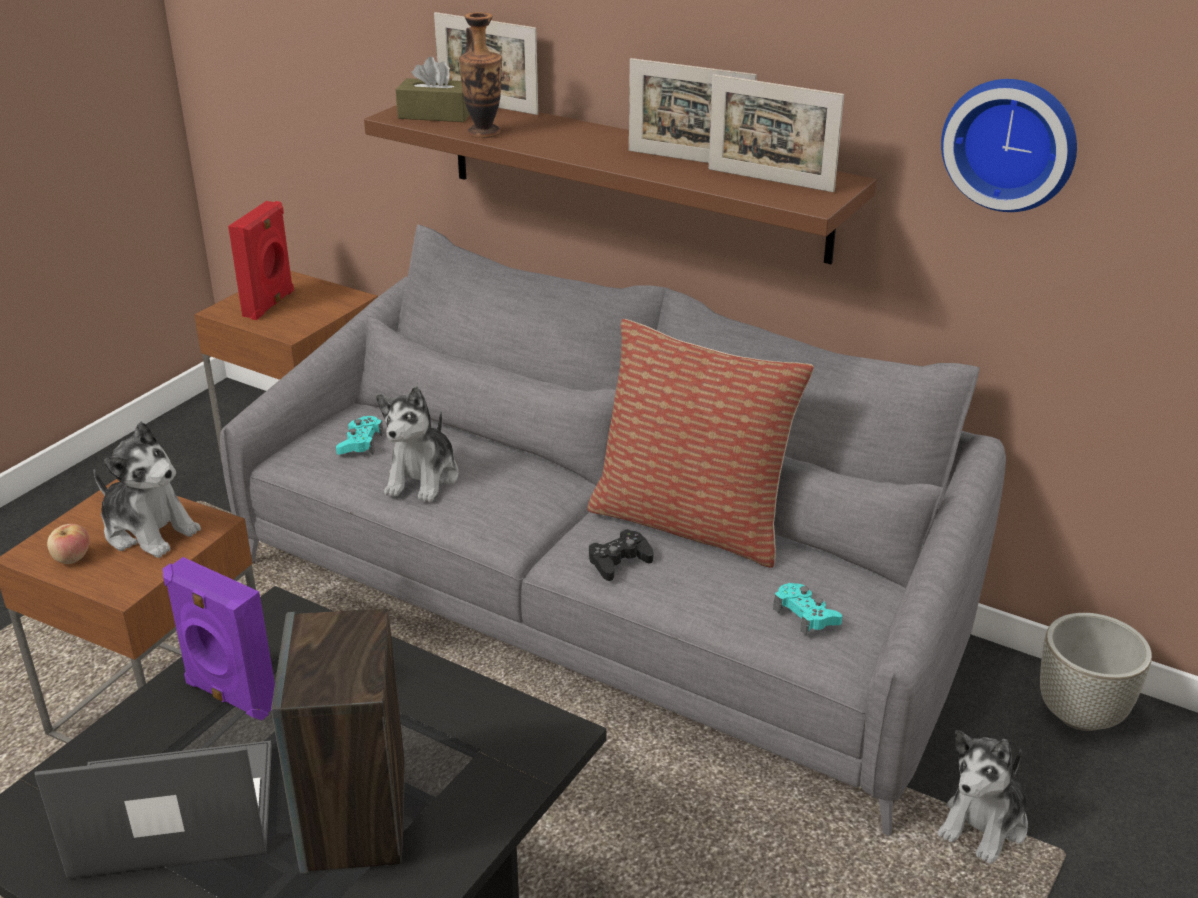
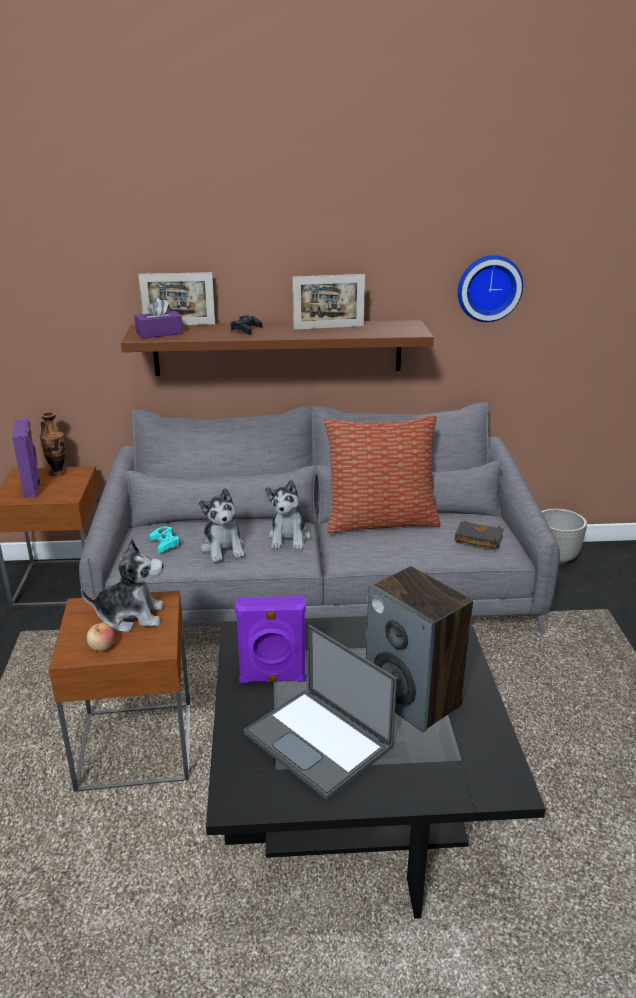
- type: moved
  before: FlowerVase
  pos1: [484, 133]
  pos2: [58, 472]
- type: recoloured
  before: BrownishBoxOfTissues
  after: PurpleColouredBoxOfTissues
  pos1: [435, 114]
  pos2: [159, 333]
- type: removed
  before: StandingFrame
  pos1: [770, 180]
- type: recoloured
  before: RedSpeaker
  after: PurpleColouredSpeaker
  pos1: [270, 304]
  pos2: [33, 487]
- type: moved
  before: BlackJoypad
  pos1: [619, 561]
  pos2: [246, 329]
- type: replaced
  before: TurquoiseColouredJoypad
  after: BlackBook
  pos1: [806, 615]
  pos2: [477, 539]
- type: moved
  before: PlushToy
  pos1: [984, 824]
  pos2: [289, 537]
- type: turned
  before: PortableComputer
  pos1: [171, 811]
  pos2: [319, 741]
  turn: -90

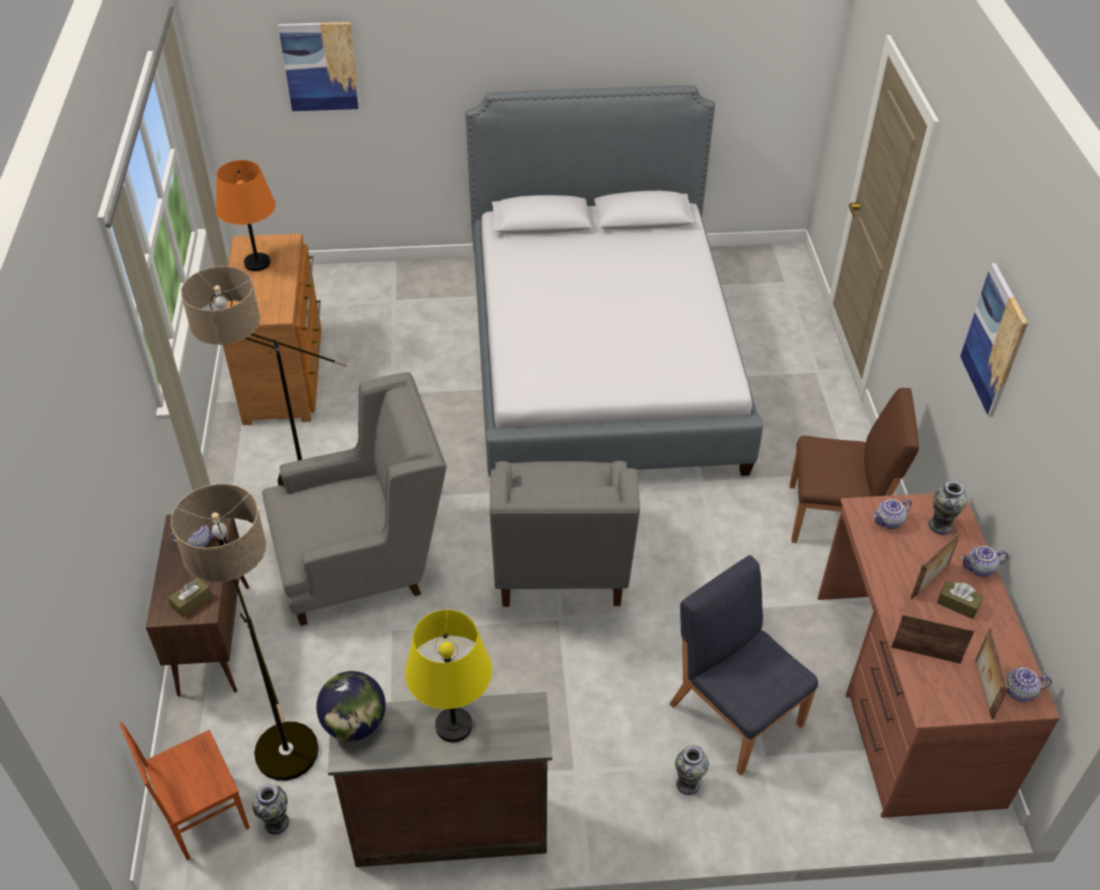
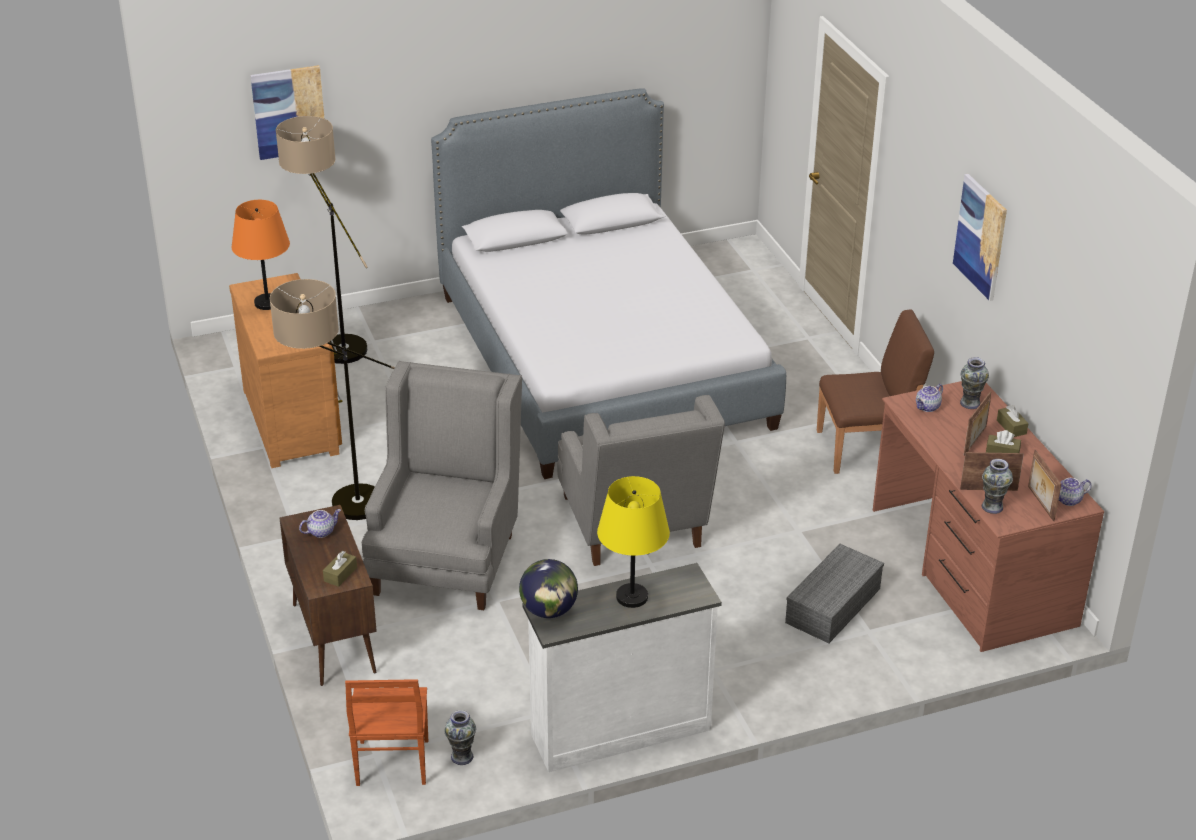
- type: turned
  before: GrayEasyChair
  pos1: [363, 562]
  pos2: [447, 555]
  turn: -45
- type: moved
  before: StandardLamp
  pos1: [279, 731]
  pos2: [333, 342]
- type: replaced
  before: TeaPot
  after: BrownishBoxOfTissues
  pos1: [979, 569]
  pos2: [1011, 427]
- type: replaced
  before: BluishPlainChair
  after: GrayStorageBox
  pos1: [735, 712]
  pos2: [833, 604]
- type: recoloured
  before: BrownishDresser
  after: WhitishDresser
  pos1: [449, 828]
  pos2: [618, 730]
- type: turned
  before: BrownishPlainChair
  pos1: [203, 814]
  pos2: [391, 764]
  turn: -45
- type: moved
  before: FlowerVase
  pos1: [687, 784]
  pos2: [992, 506]

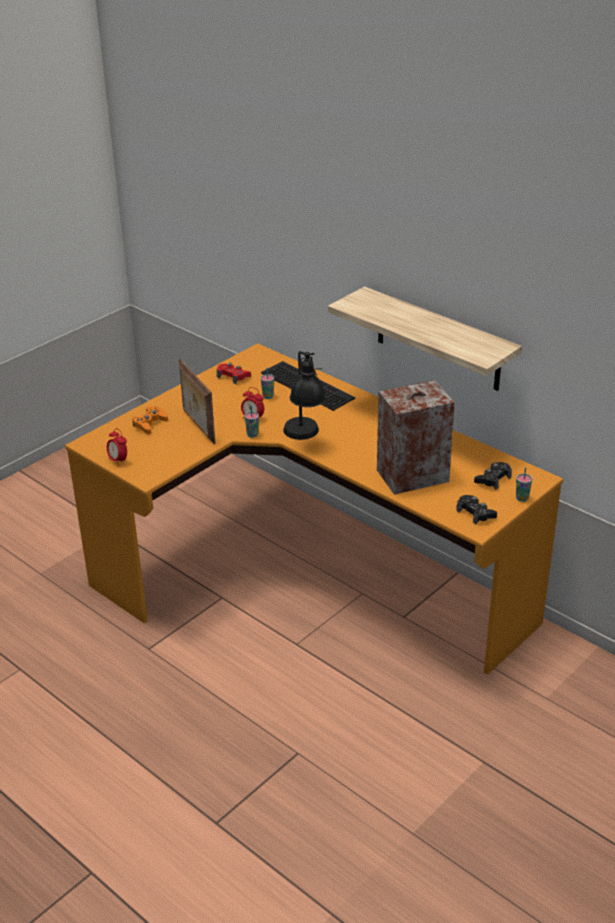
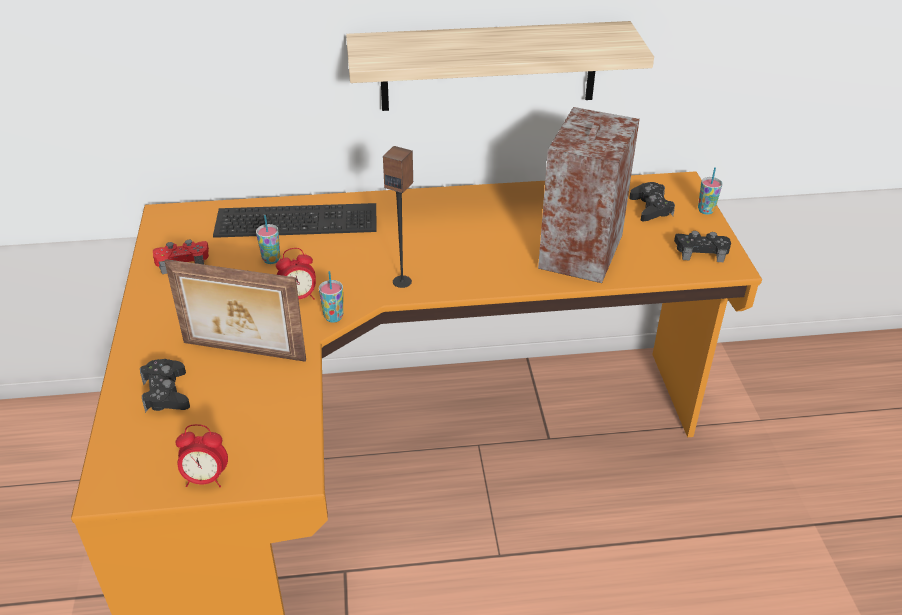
- type: replaced
  before: BlackTableLamp
  after: Speaker
  pos1: [305, 438]
  pos2: [402, 281]
- type: recoloured
  before: OrangeColouredJoypad
  after: BlackJoypad
  pos1: [150, 424]
  pos2: [166, 393]

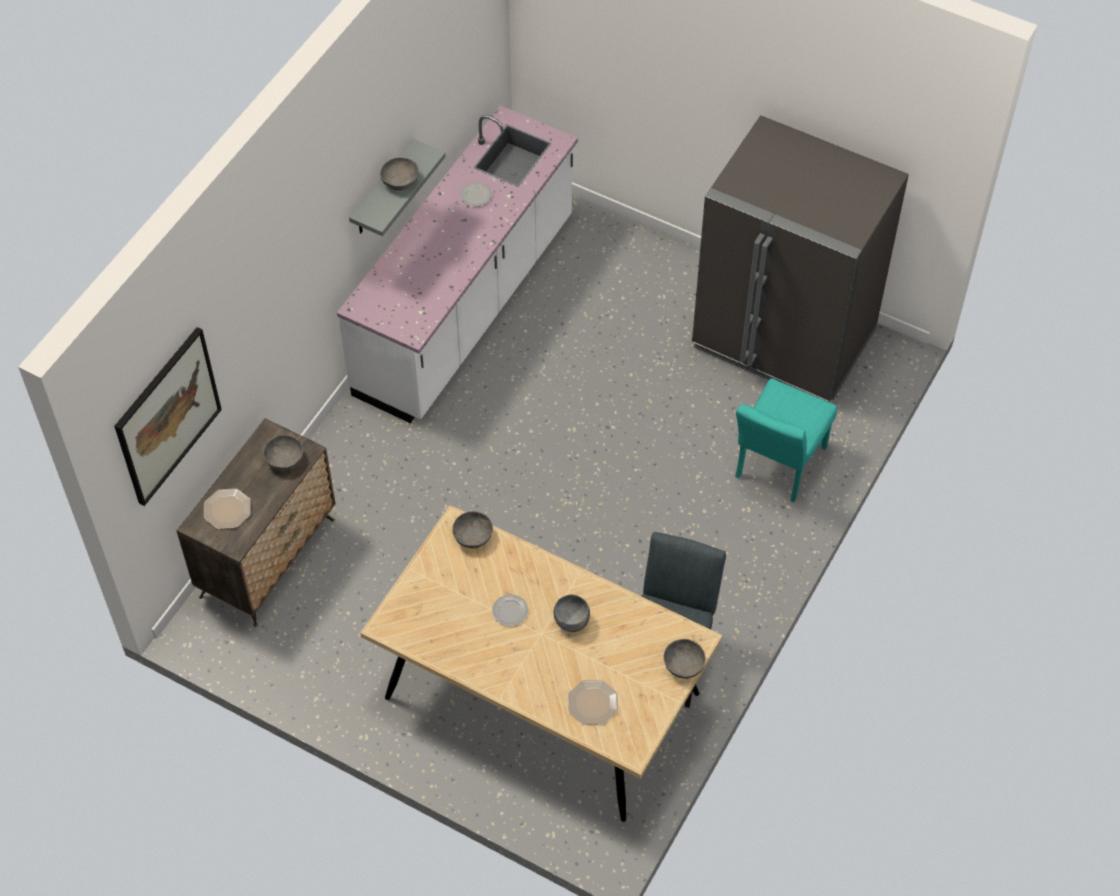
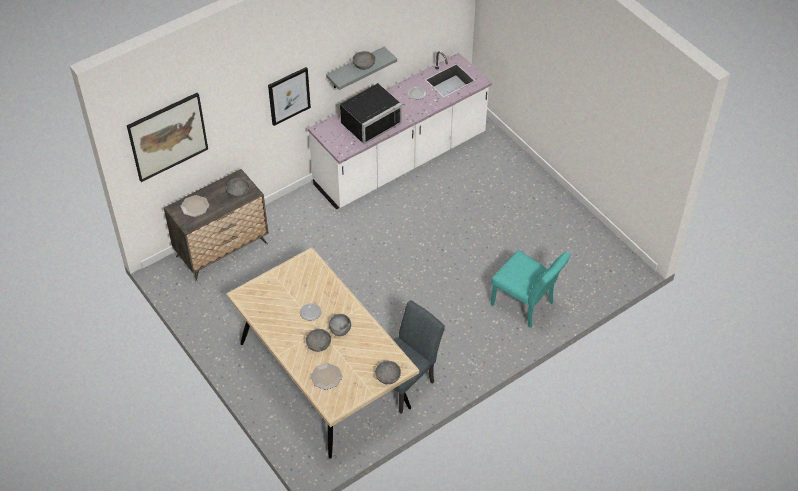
- type: removed
  before: GrayKitchenFridge
  pos1: [783, 340]
- type: turned
  before: TurquoiseColouredPlainChair
  pos1: [776, 467]
  pos2: [526, 306]
  turn: -105
- type: moved
  before: GrayBowl
  pos1: [472, 537]
  pos2: [318, 345]
- type: added
  after: Picture
  pos2: [289, 95]
- type: added
  after: BlackKitchenMicrowave
  pos2: [369, 121]

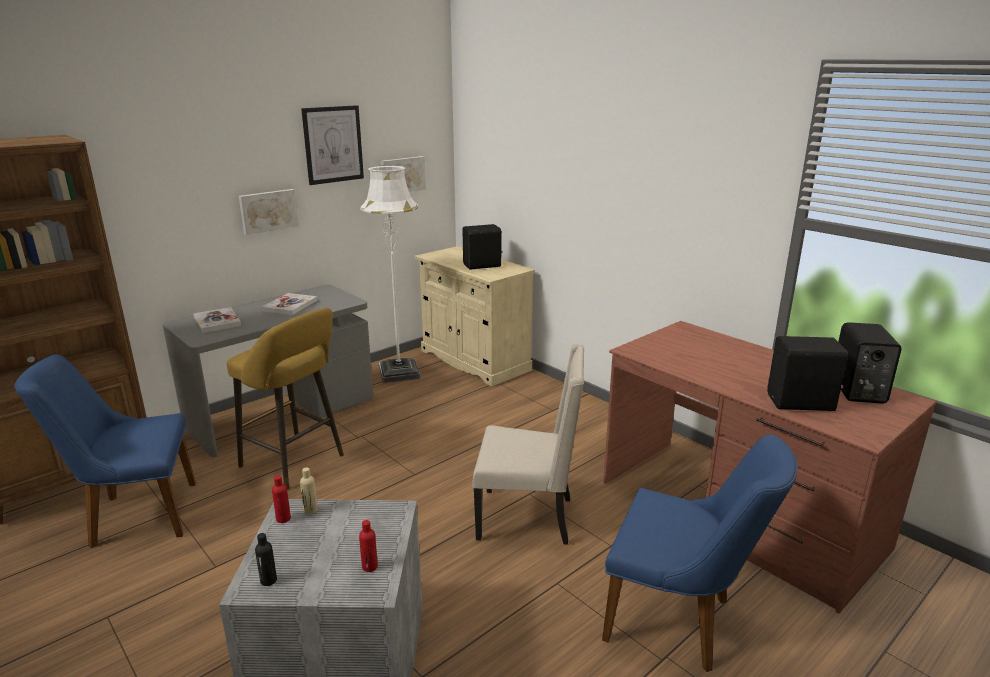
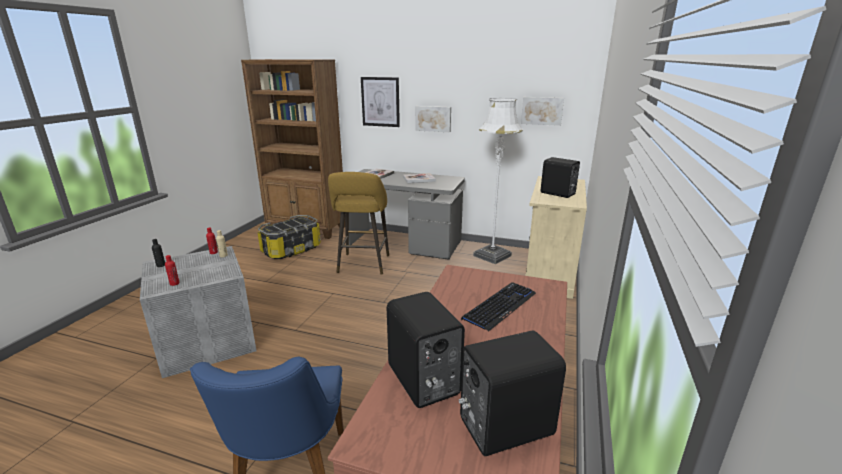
- type: moved
  before: Picture
  pos1: [333, 144]
  pos2: [380, 102]
- type: removed
  before: SandColouredPlainChair
  pos1: [528, 517]
- type: replaced
  before: BluishPlainChair
  after: StorageBox
  pos1: [133, 516]
  pos2: [291, 250]
- type: added
  after: Keyboard
  pos2: [500, 306]

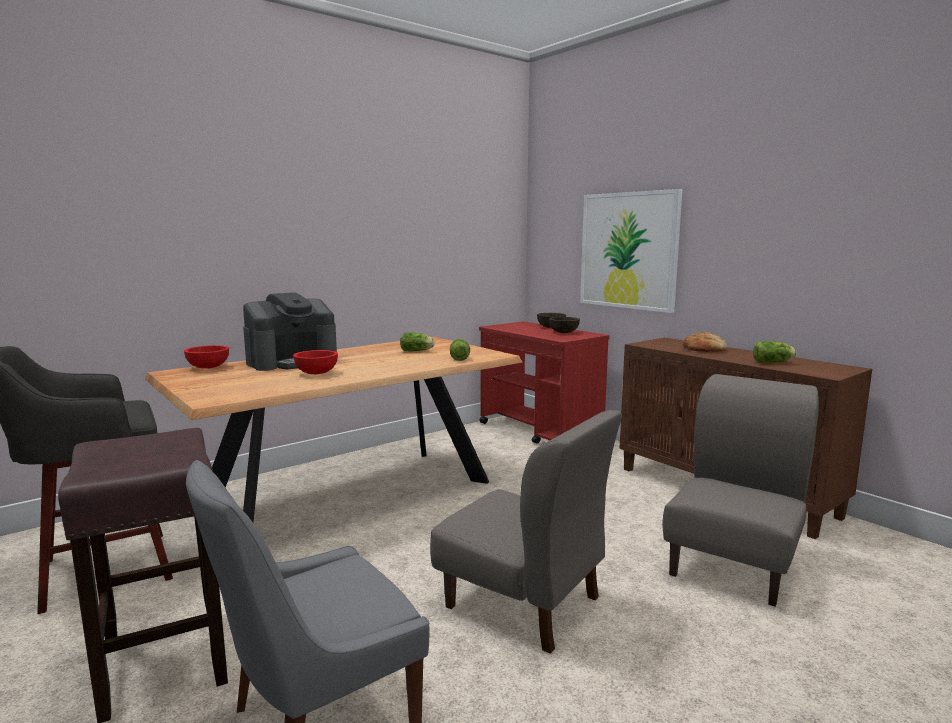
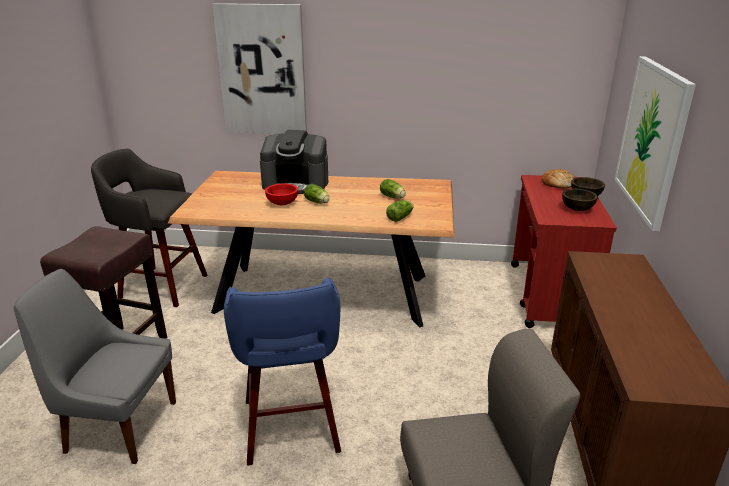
- type: moved
  before: BakedBread
  pos1: [704, 349]
  pos2: [557, 183]
- type: moved
  before: LettuceHead
  pos1: [774, 362]
  pos2: [317, 202]
- type: removed
  before: RedBowl
  pos1: [208, 367]
- type: replaced
  before: GrayPlainChair
  after: BluishStool
  pos1: [523, 602]
  pos2: [291, 428]
- type: added
  after: Picture
  pos2: [262, 70]

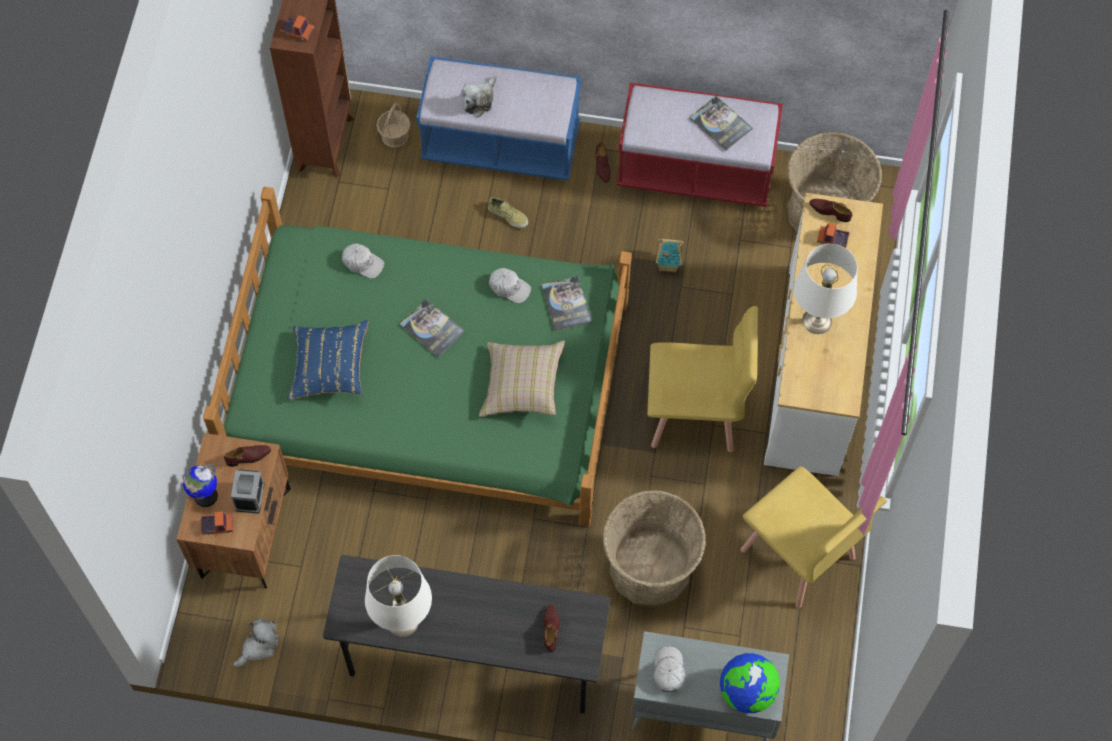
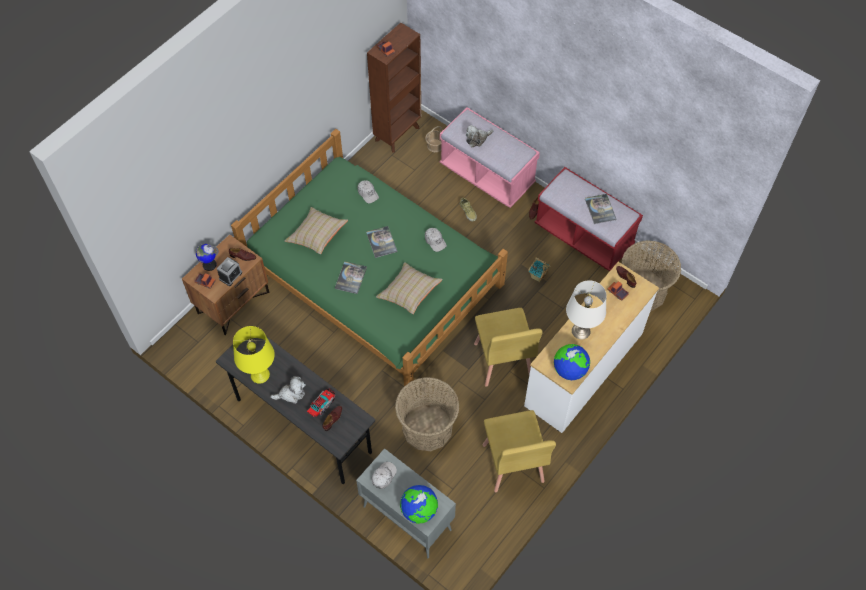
- type: recoloured
  before: BluishLongSeat
  after: PinkLongSeat
  pos1: [501, 144]
  pos2: [487, 175]
- type: moved
  before: Book
  pos1: [566, 304]
  pos2: [351, 278]
- type: turned
  before: YellowColouredPlainChair
  pos1: [694, 414]
  pos2: [502, 360]
  turn: 45
- type: recoloured
  before: BluishThrowPillow
  after: SandColouredThrowPillow
  pos1: [329, 367]
  pos2: [317, 236]
- type: recoloured
  before: WhitishTableLamp
  after: YellowColouredTableLamp
  pos1: [403, 622]
  pos2: [260, 375]
- type: moved
  before: PlushToy
  pos1: [259, 646]
  pos2: [291, 394]
- type: added
  after: WorldGlobe
  pos2: [569, 370]
- type: added
  after: ToyLorry
  pos2: [322, 405]

